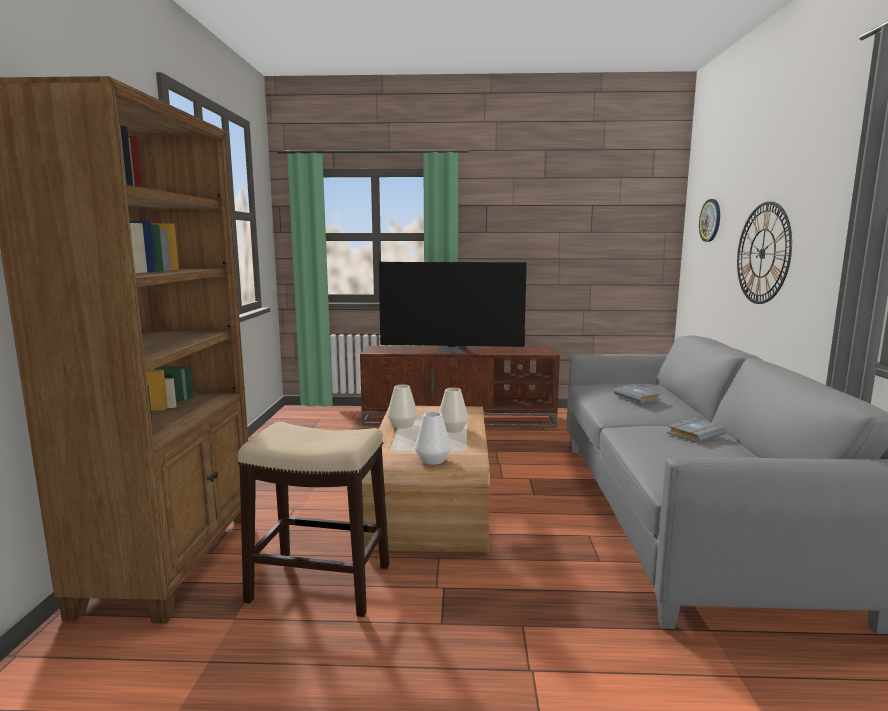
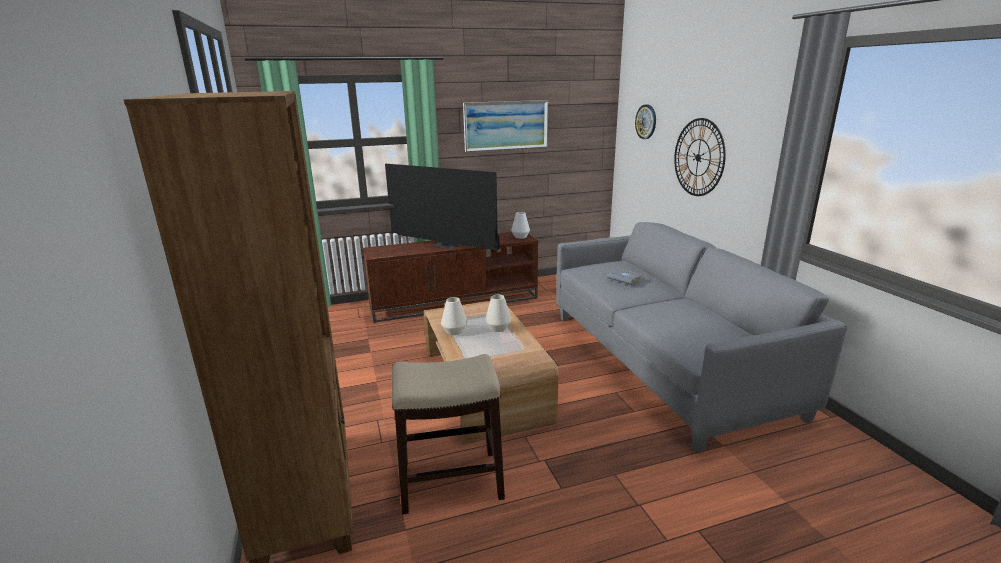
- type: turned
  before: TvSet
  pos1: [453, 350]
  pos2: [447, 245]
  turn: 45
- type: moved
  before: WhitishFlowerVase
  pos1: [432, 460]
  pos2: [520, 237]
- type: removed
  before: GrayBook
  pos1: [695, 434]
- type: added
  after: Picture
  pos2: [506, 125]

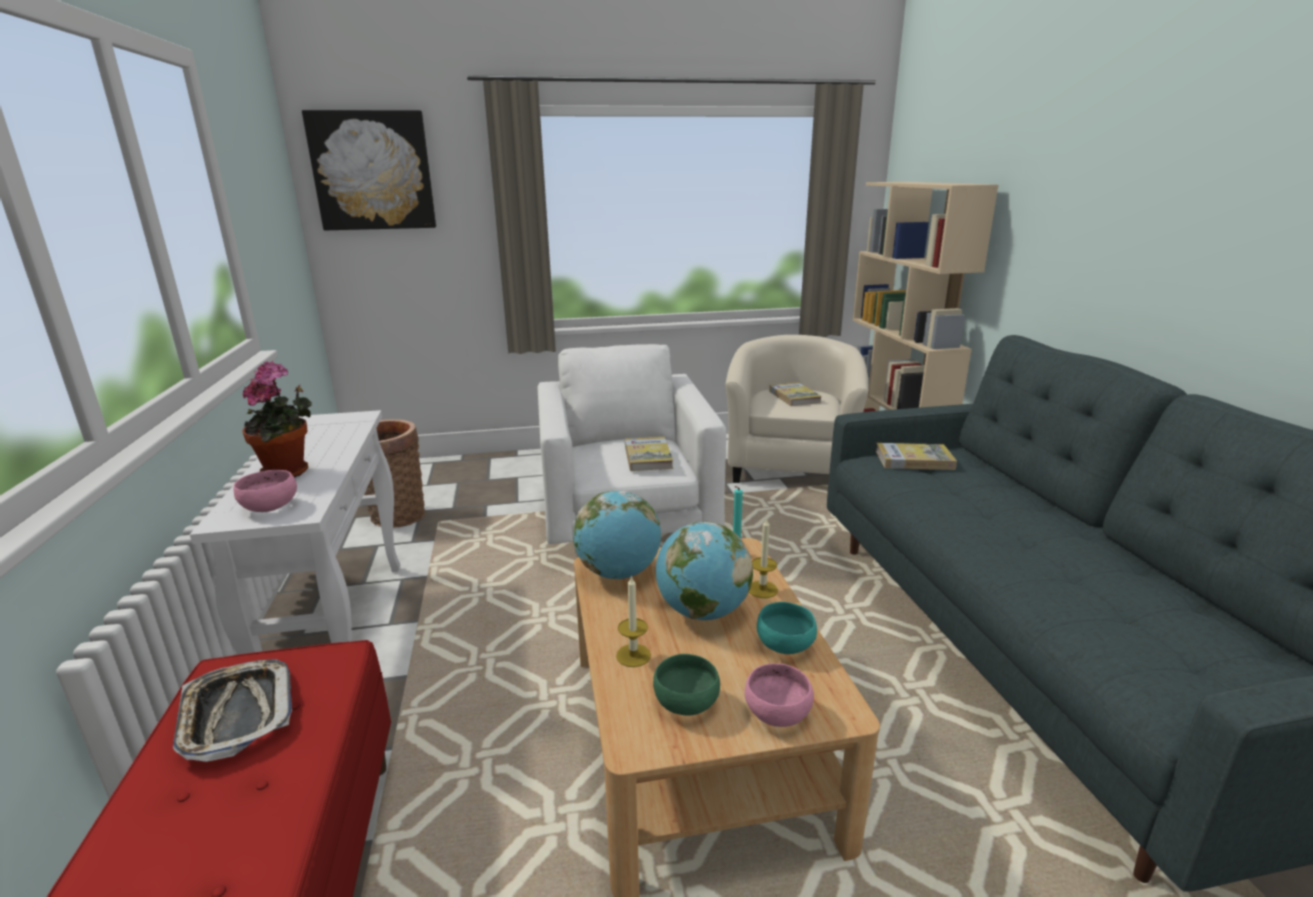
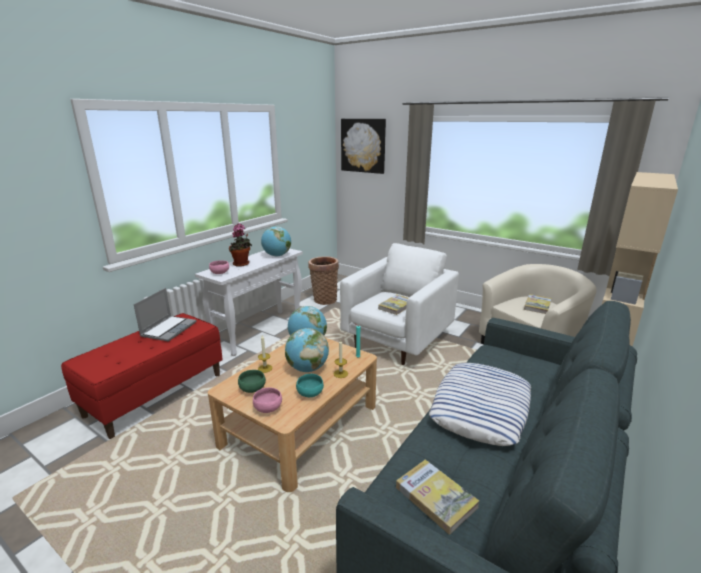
- type: moved
  before: Book
  pos1: [914, 460]
  pos2: [435, 497]
- type: replaced
  before: CarryingTray
  after: PortableComputer
  pos1: [236, 714]
  pos2: [169, 329]
- type: added
  after: WorldGlobe
  pos2: [277, 256]
- type: added
  after: ThrowPillow
  pos2: [481, 408]

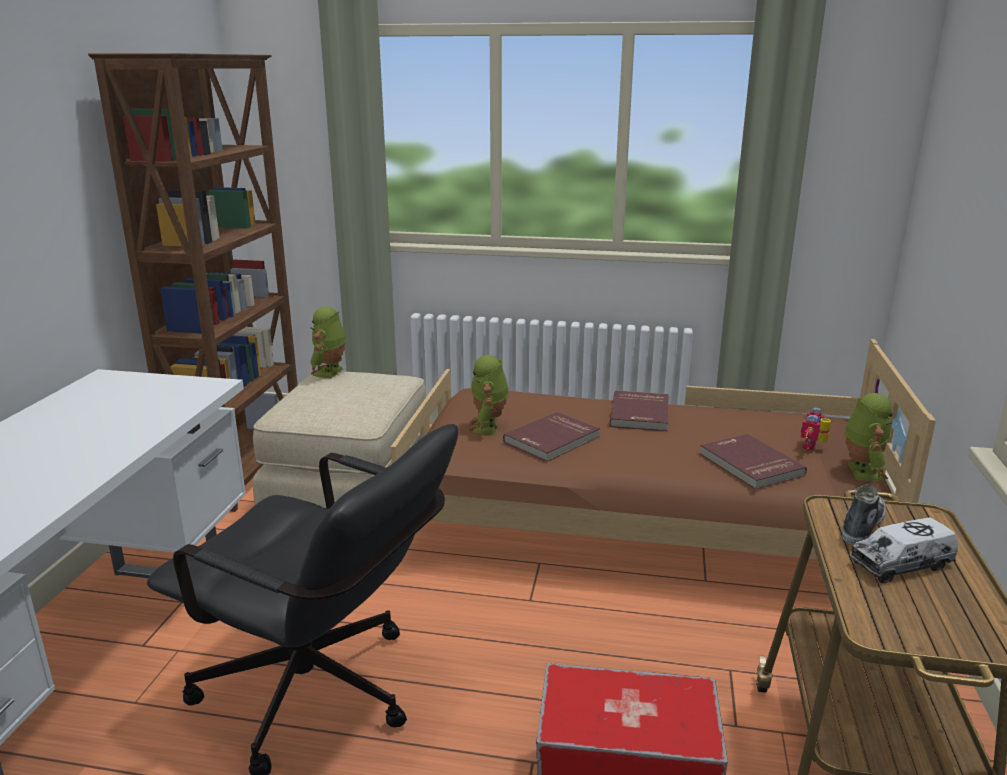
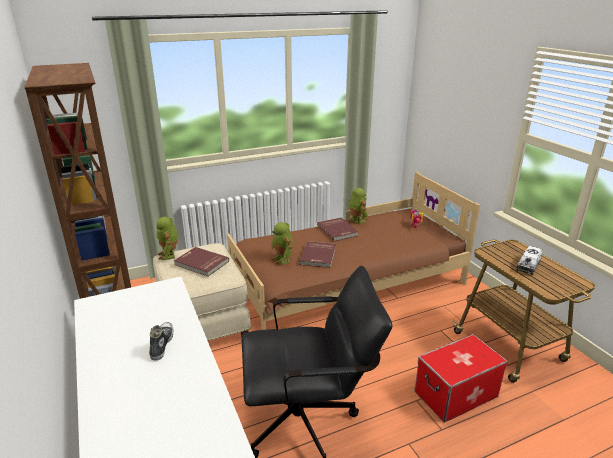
- type: moved
  before: ToyRobot
  pos1: [861, 472]
  pos2: [356, 220]
- type: moved
  before: RedBook
  pos1: [749, 465]
  pos2: [201, 263]
- type: moved
  before: LowShoe
  pos1: [861, 526]
  pos2: [161, 344]

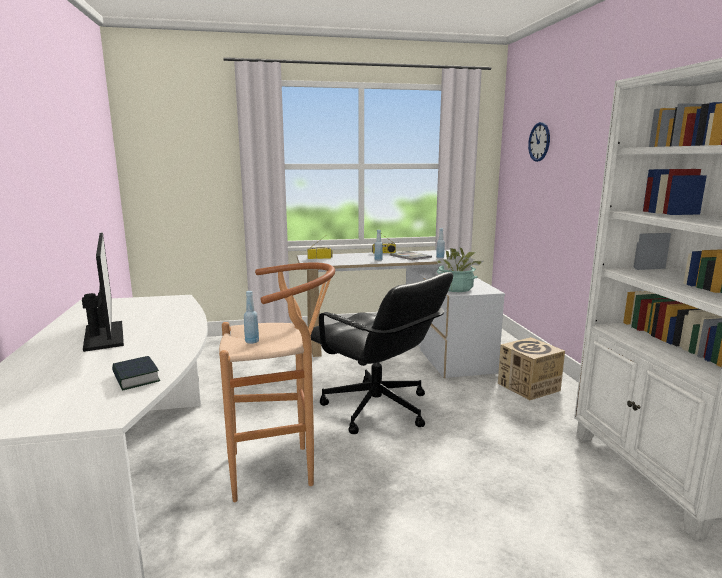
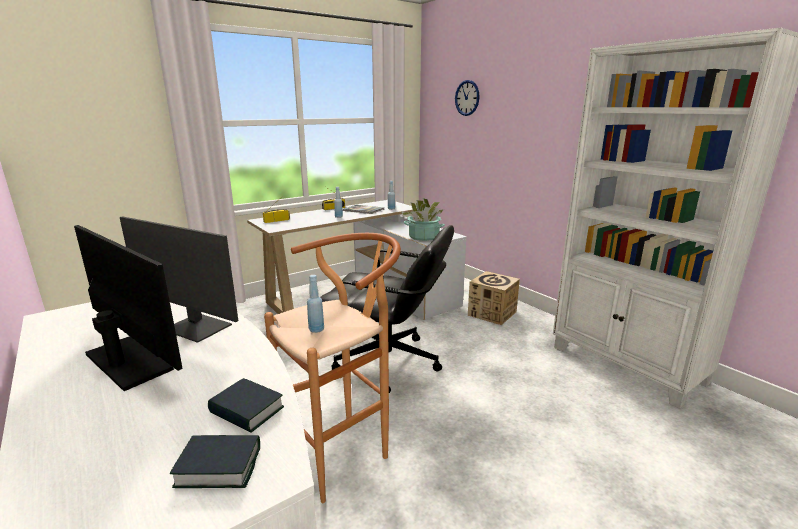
- type: added
  after: ComputerDisplay
  pos2: [196, 328]
- type: added
  after: Book
  pos2: [219, 467]

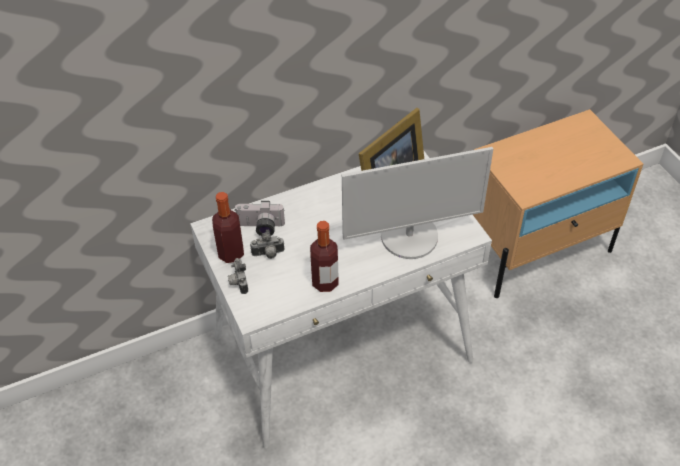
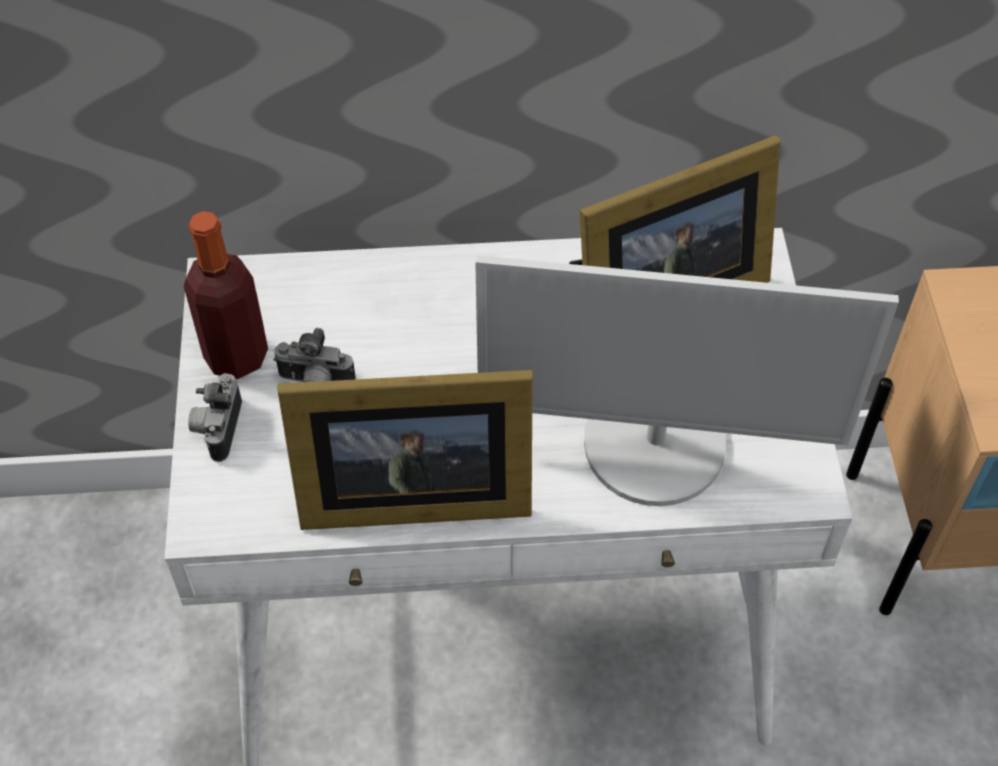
- type: removed
  before: PhotoCamera
  pos1: [260, 228]
- type: replaced
  before: DrinkBottle
  after: StandingFrame
  pos1: [325, 282]
  pos2: [407, 494]

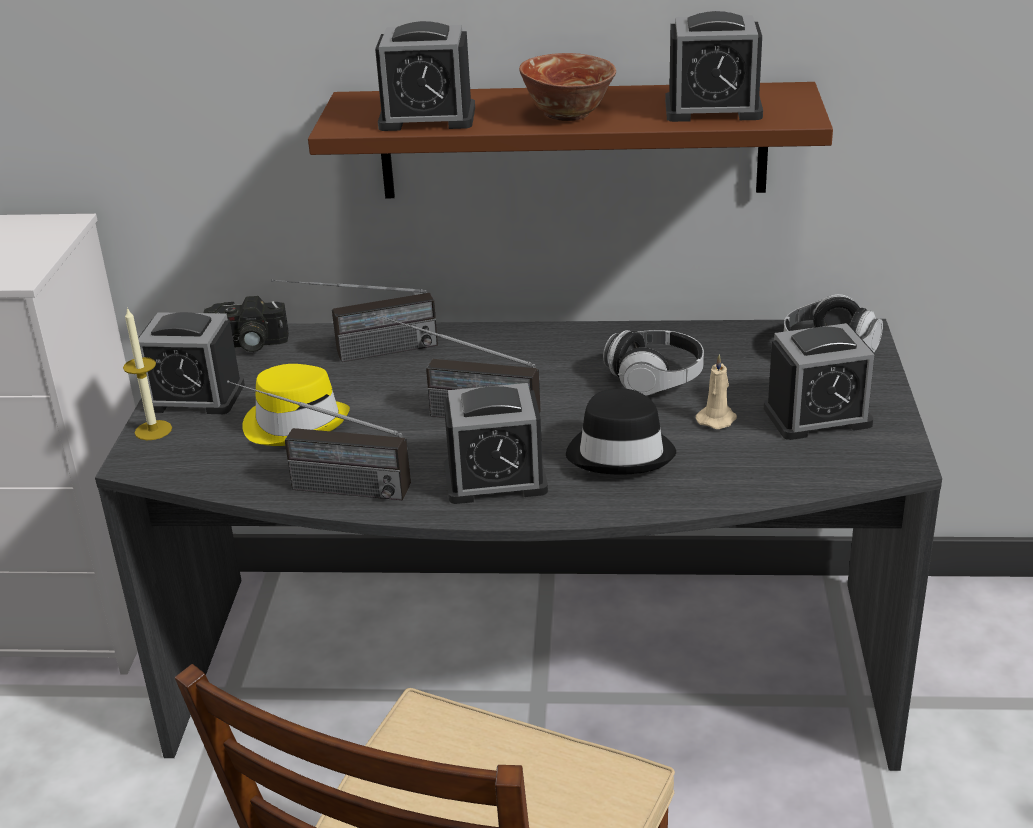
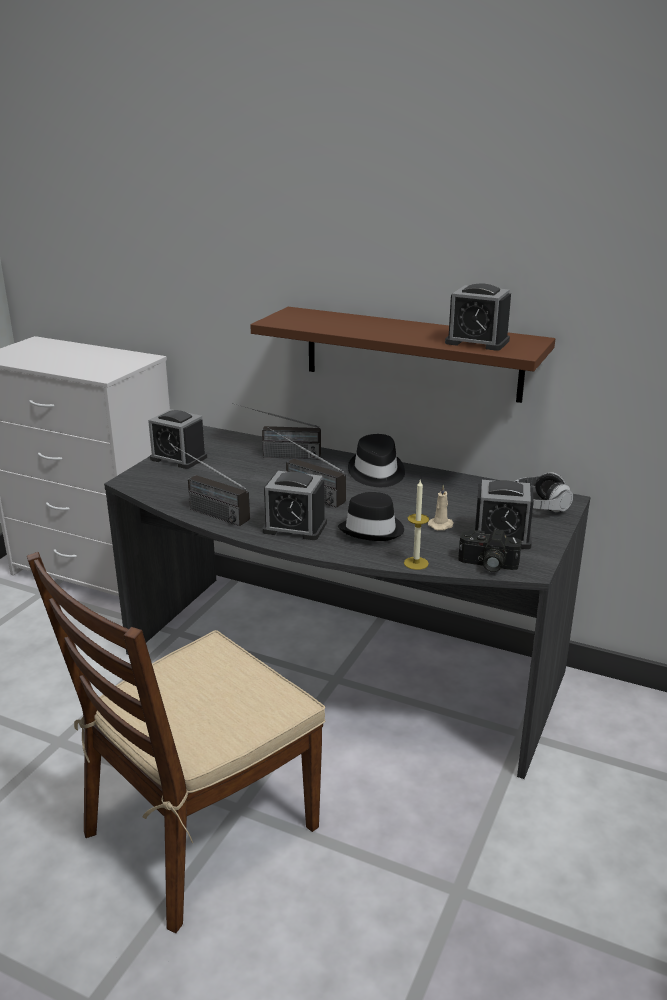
- type: removed
  before: TableClock
  pos1: [427, 118]
- type: removed
  before: Bowl
  pos1: [568, 115]
- type: moved
  before: PhotoCamera
  pos1: [247, 345]
  pos2: [487, 565]
- type: moved
  before: WaxLight
  pos1: [153, 430]
  pos2: [416, 563]
- type: removed
  before: PairOfHeadphones
  pos1: [655, 379]
- type: removed
  before: YellowColouredHat
  pos1: [295, 423]
- type: added
  after: BlackHat
  pos2: [376, 473]

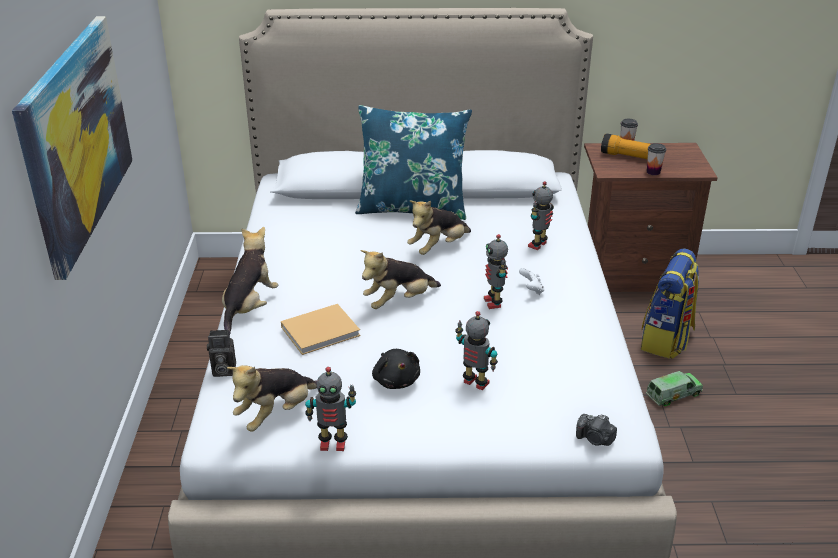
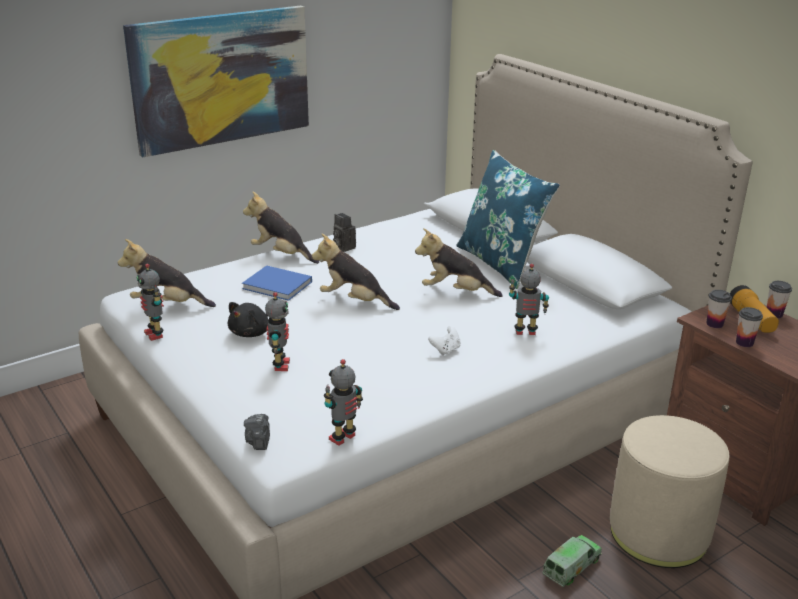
- type: turned
  before: PlushToy
  pos1: [249, 307]
  pos2: [281, 254]
  turn: -135
- type: moved
  before: ToyRobot
  pos1: [494, 302]
  pos2: [343, 438]
- type: replaced
  before: Backpack
  after: SandColouredFootrest
  pos1: [666, 340]
  pos2: [658, 533]
- type: recoloured
  before: SandColouredBook
  after: BluishBook
  pos1: [322, 330]
  pos2: [279, 285]
- type: moved
  before: PhotoCamera
  pos1: [222, 371]
  pos2: [343, 247]
- type: turned
  before: ToyLorry
  pos1: [673, 395]
  pos2: [571, 567]
  turn: -75
- type: added
  after: SmallCup
  pos2: [714, 324]

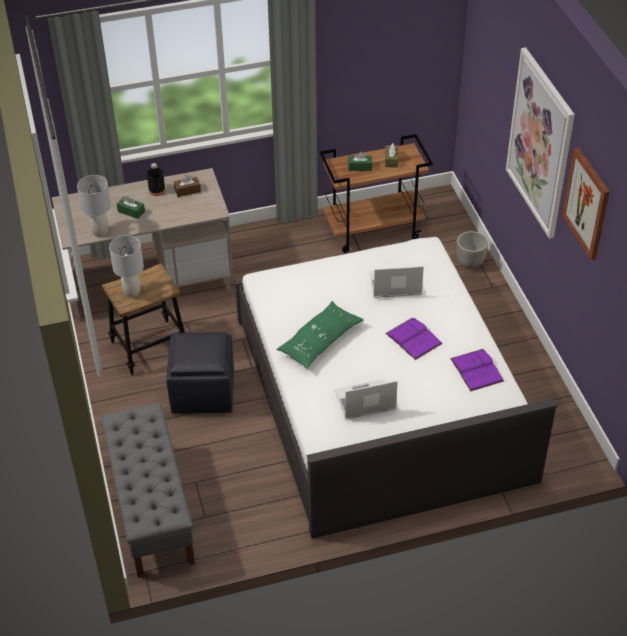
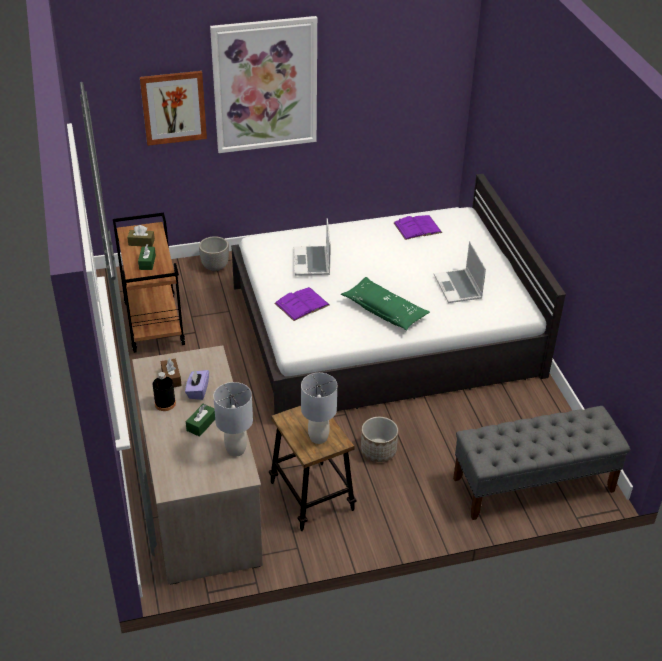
- type: moved
  before: Picture
  pos1: [587, 203]
  pos2: [173, 107]
- type: moved
  before: PurpleColouredBook
  pos1: [413, 338]
  pos2: [302, 304]
- type: replaced
  before: BlackFootrest
  after: PlantPot
  pos1: [202, 391]
  pos2: [378, 451]
- type: added
  after: PurpleColouredBoxOfTissues
  pos2: [197, 391]

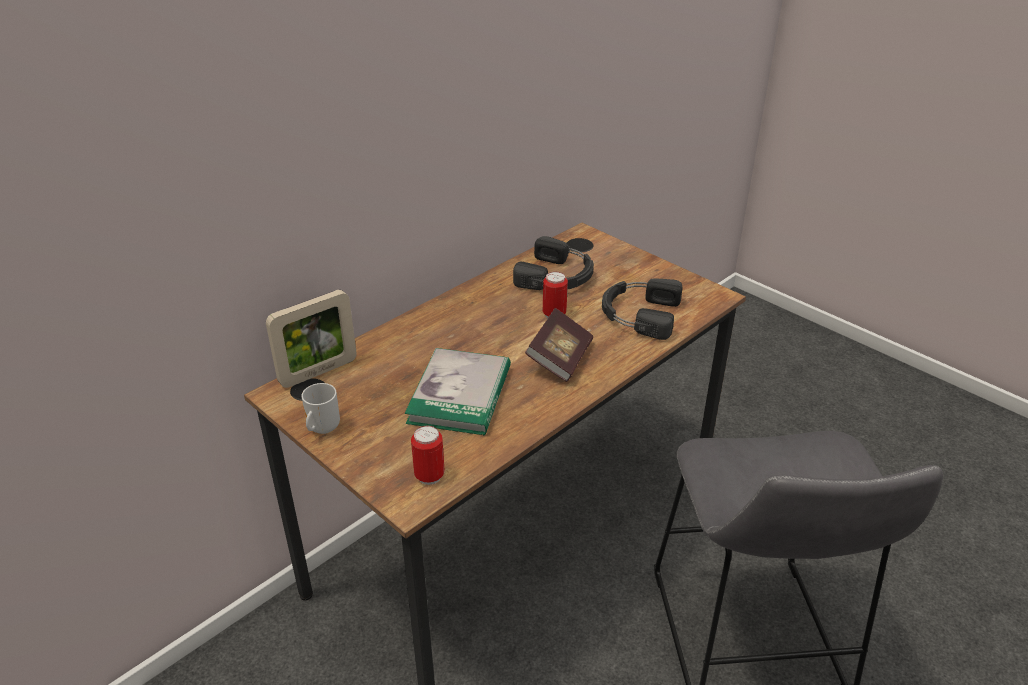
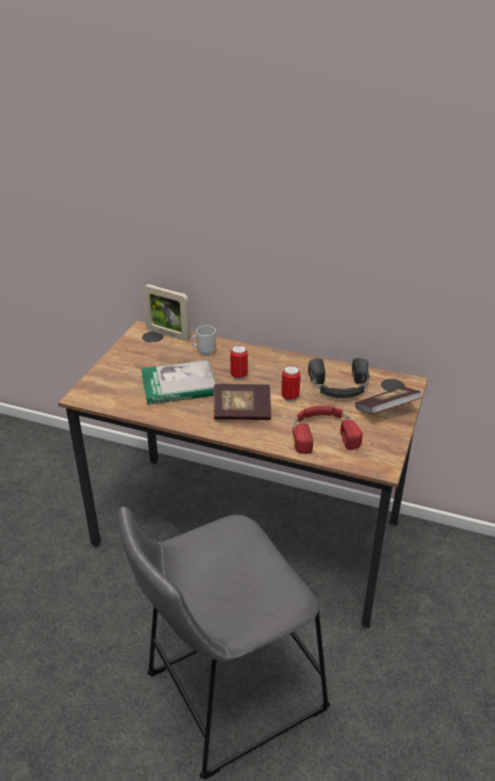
- type: recoloured
  before: BlackPairOfHeadphones
  after: RedPairOfHeadphones
  pos1: [638, 314]
  pos2: [323, 433]
- type: moved
  before: TeaMug
  pos1: [321, 429]
  pos2: [205, 352]
- type: moved
  before: MetalCan
  pos1: [429, 476]
  pos2: [239, 376]
- type: added
  after: Book
  pos2: [386, 410]

